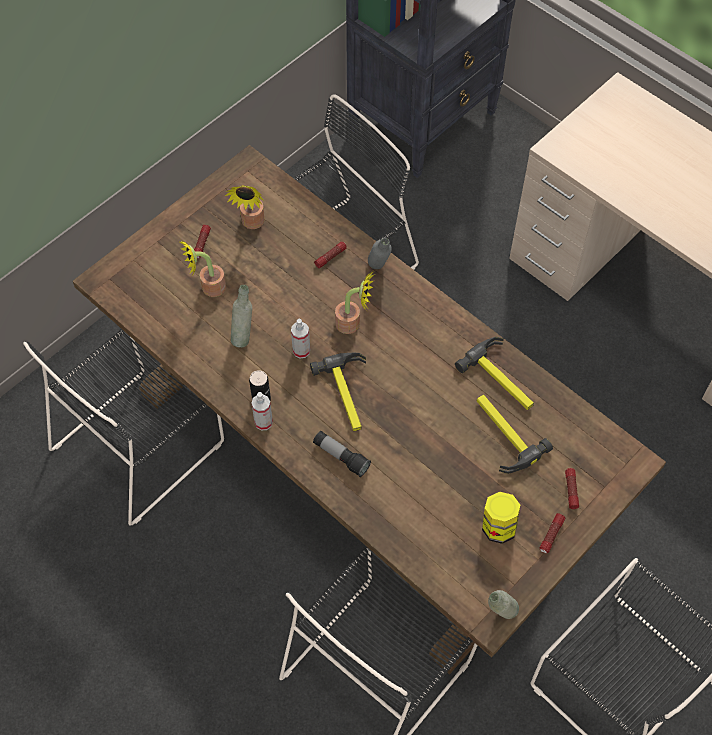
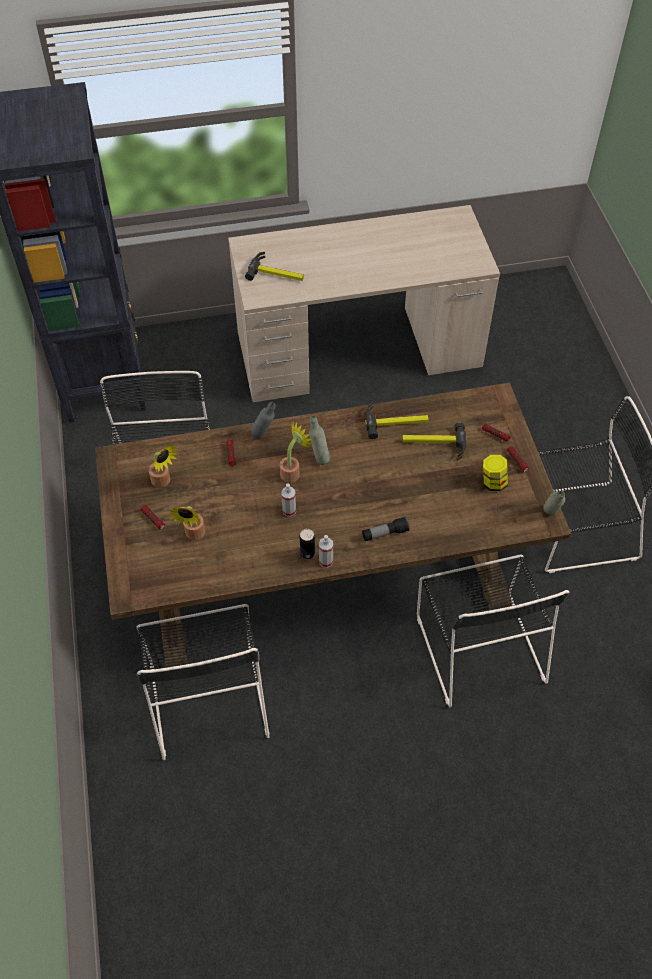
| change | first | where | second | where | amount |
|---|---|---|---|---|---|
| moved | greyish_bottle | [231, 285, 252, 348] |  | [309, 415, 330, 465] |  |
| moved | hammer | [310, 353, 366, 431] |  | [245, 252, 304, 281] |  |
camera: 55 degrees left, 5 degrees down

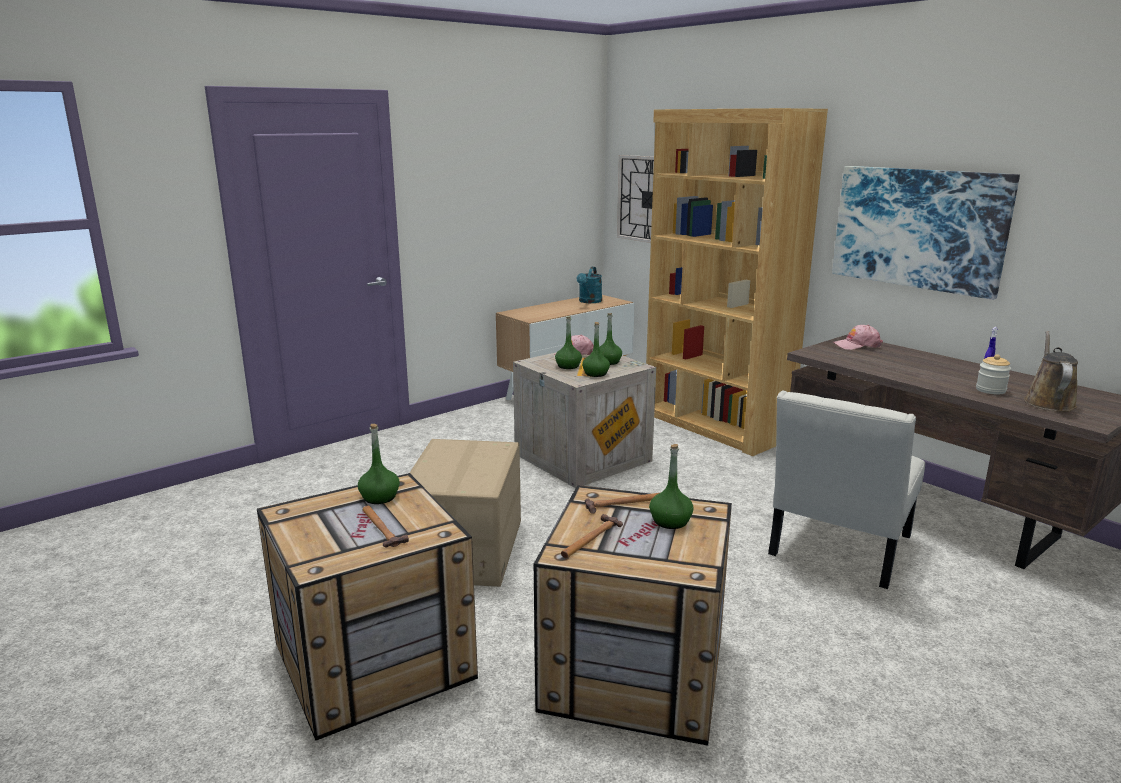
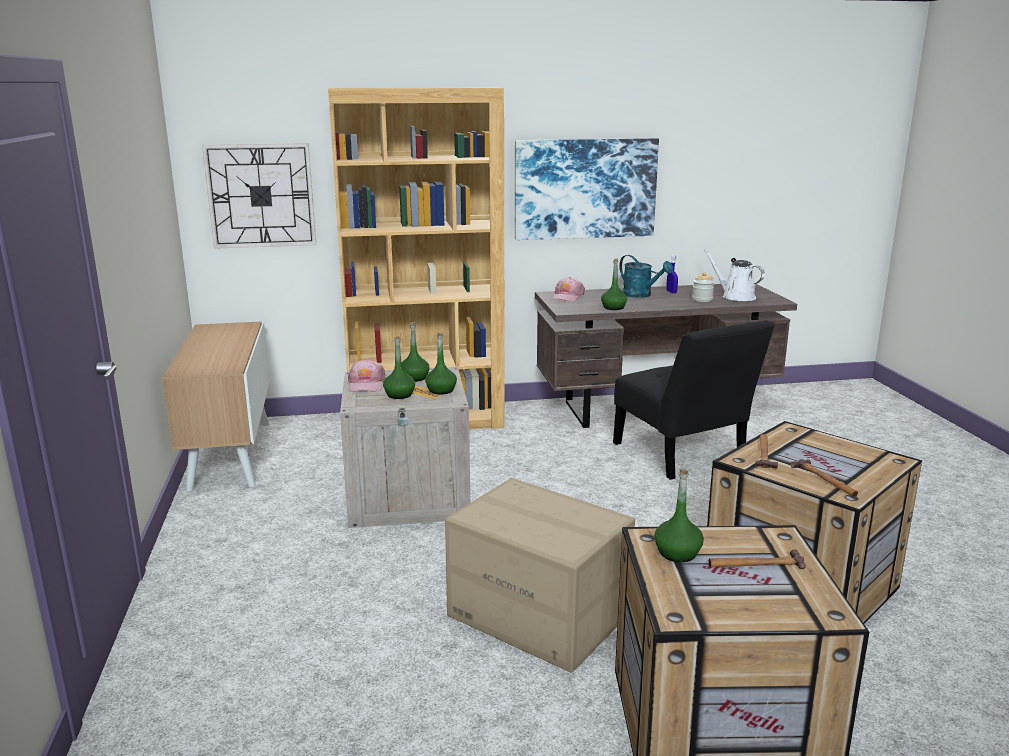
| change | first | where | second | where | amount |
|---|---|---|---|---|---|
| moved | blue-green_watering_can | [577, 267, 602, 303] |  | [619, 255, 673, 298] |  |
| moved | greenish_bottle | [649, 444, 694, 529] |  | [601, 259, 627, 310] |  |
| recoloured | white_chair | [768, 390, 925, 589] | black_chair | [613, 320, 774, 480] |  |
| recoloured | brown_watering_can | [1024, 331, 1078, 412] | white_watering_can | [704, 250, 765, 301] |  |
camera: 60 degrees left, 0 degrees up

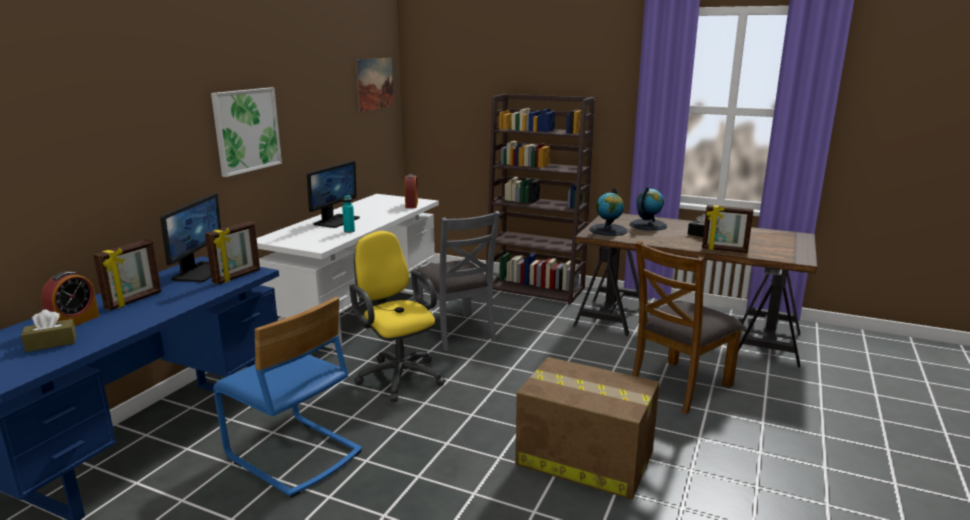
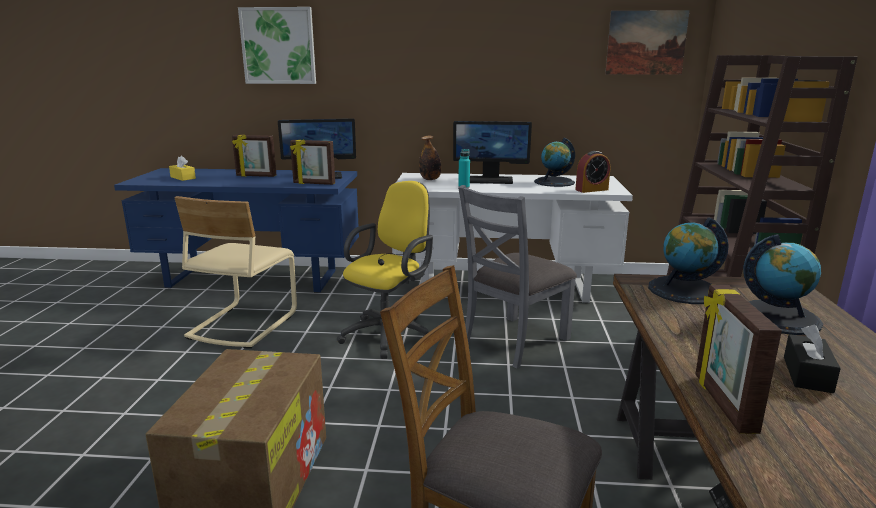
| change | first | where | second | where | amount |
|---|---|---|---|---|---|
| recoloured | brown_box_of_tissues | [21, 310, 76, 352] | yellow_box_of_tissues | [169, 156, 196, 181] |  |
| removed | table_clock | [41, 271, 99, 326] |  |  |  |
| moved | wall_picture | [211, 87, 282, 177] |  | [238, 7, 316, 84] |  |
| recoloured | blue_chair | [213, 297, 362, 497] | sand-coloured_chair | [174, 196, 297, 349] |  |
| added |  |  | bottle | [419, 136, 441, 180] |  |
| added |  |  | desk_globe | [534, 138, 575, 187] |  |
camera: 70 degrees right, 0 degrees up

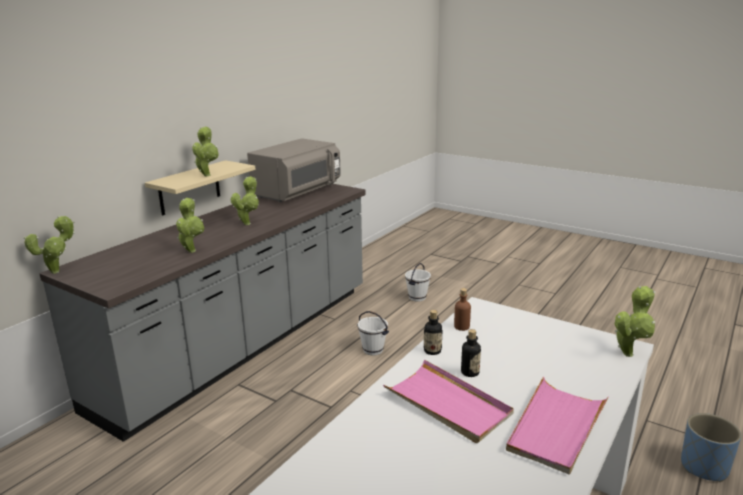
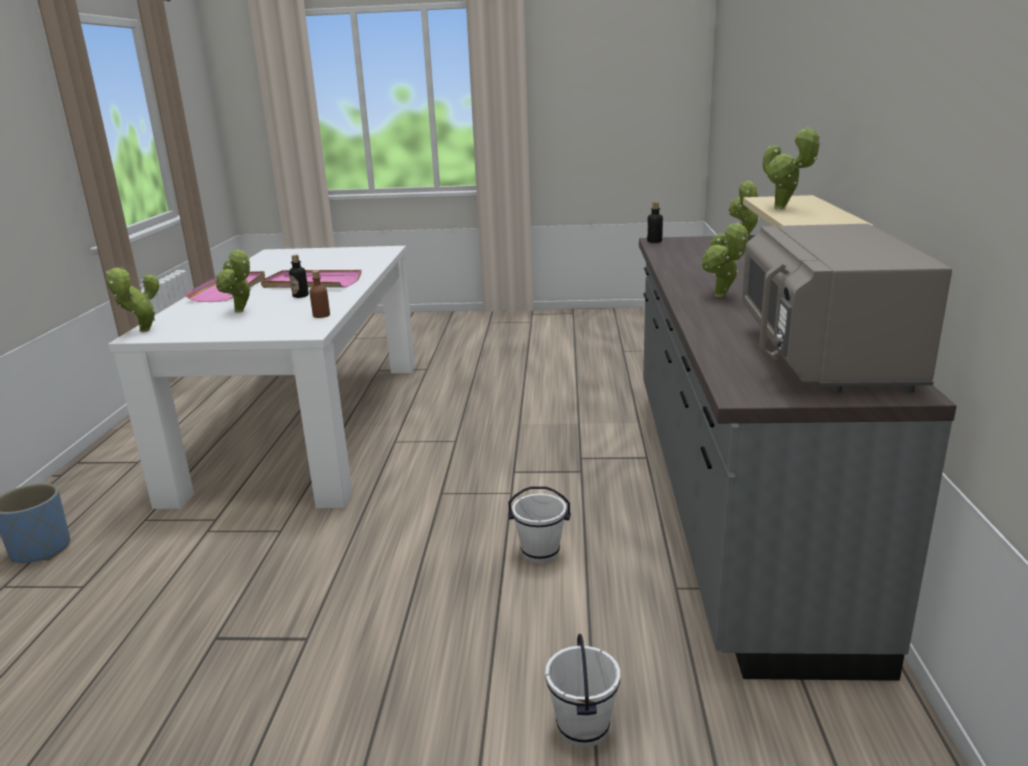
| change | first | where | second | where | amount |
|---|---|---|---|---|---|
| moved | plant_in_a_pot | [176, 198, 204, 253] |  | [216, 248, 252, 313] |  |
| moved | bottle | [424, 310, 443, 355] |  | [647, 202, 663, 243] |  |
camera: 150 degrees right, 0 degrees up

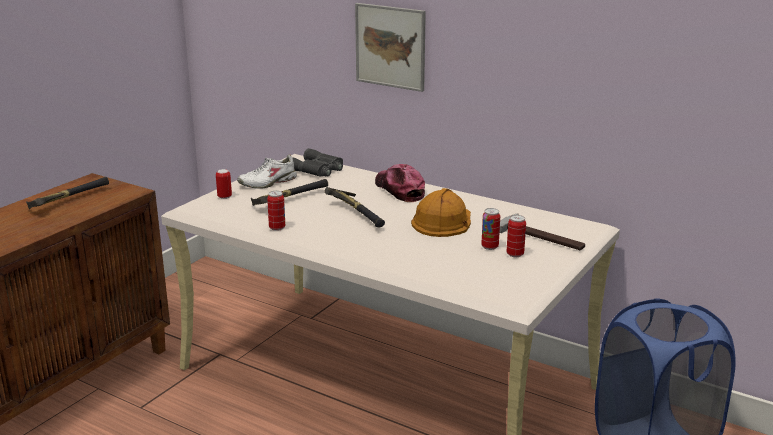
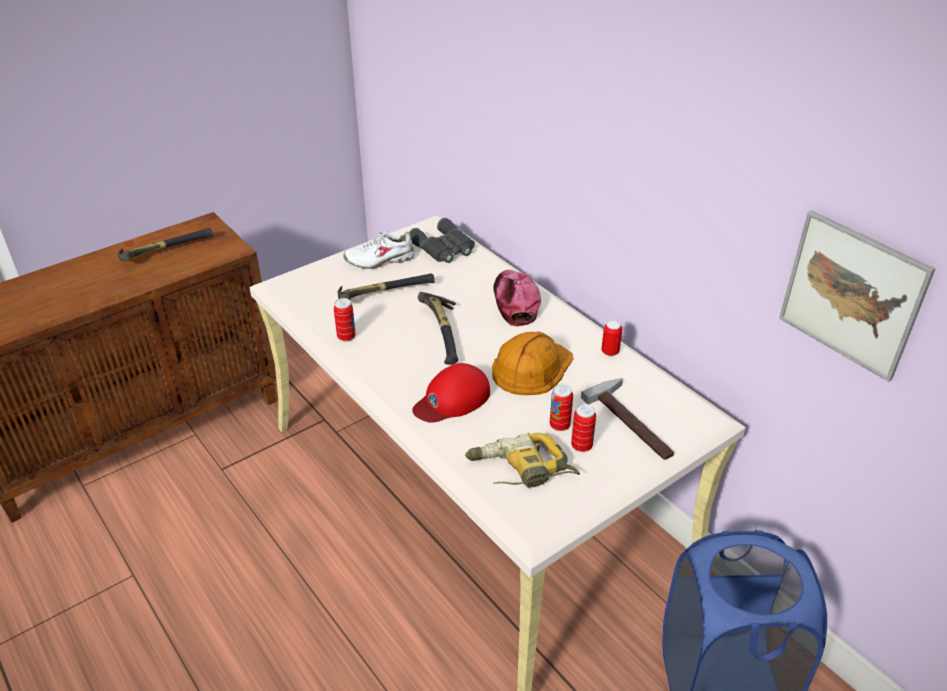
| change | first | where | second | where | amount |
|---|---|---|---|---|---|
| moved | sealed_can | [216, 169, 232, 199] |  | [601, 321, 622, 356] |  |
| moved | wall_picture | [355, 3, 426, 92] |  | [779, 210, 935, 382] |  |
| added |  |  | red-coloured_peaked_cap | [412, 363, 490, 423] |  |
| added |  |  | drill | [465, 433, 580, 488] |  |
camera: 20 degrees right, 15 degrees up

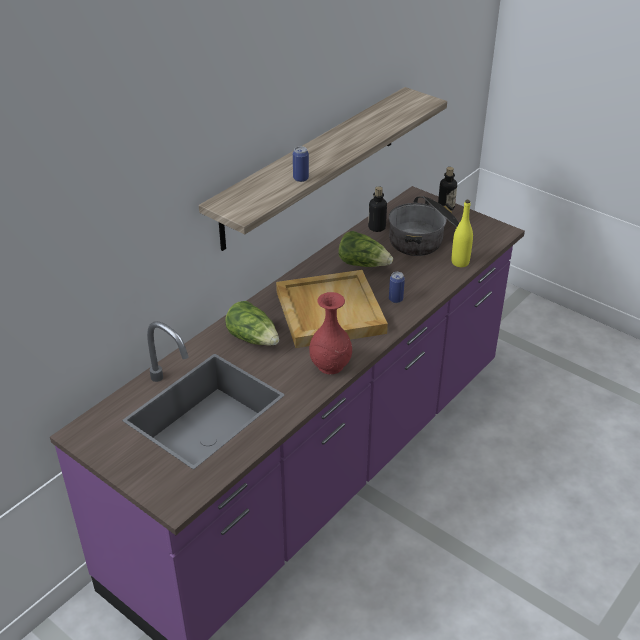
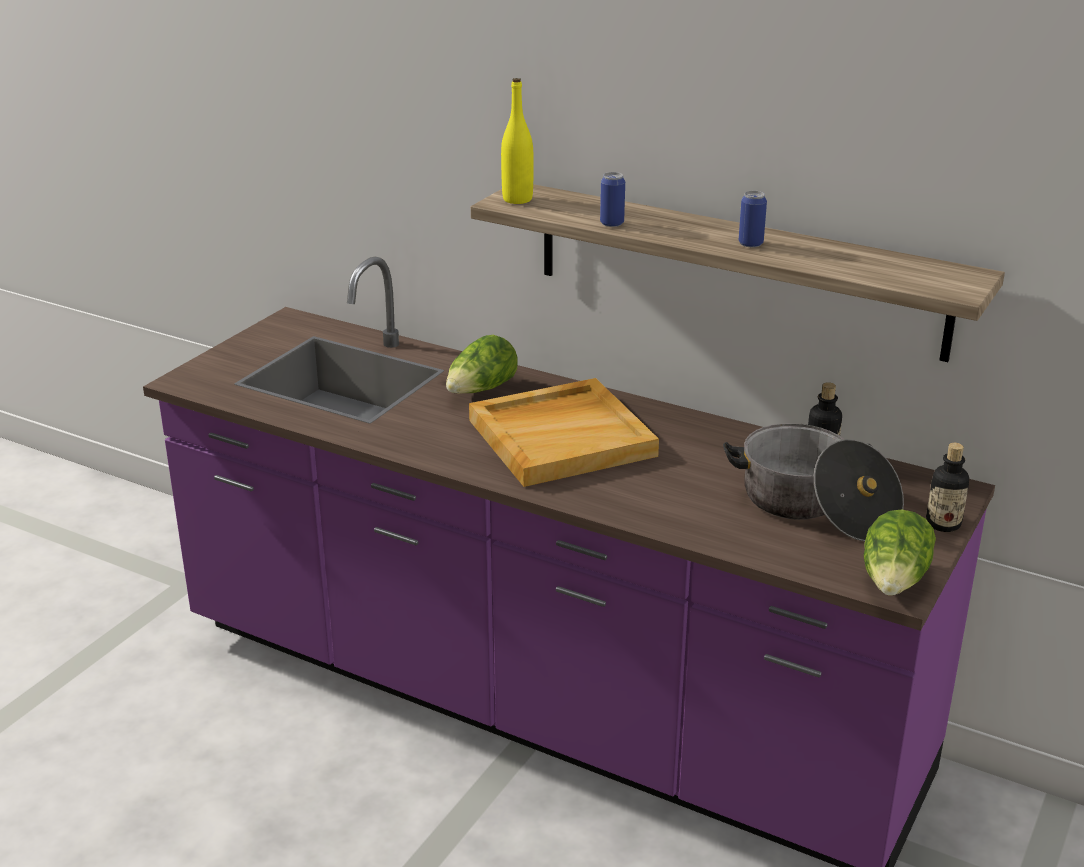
| change | first | where | second | where | amount |
|---|---|---|---|---|---|
| removed | red-coloured_vase | [309, 292, 352, 374] |  |  |  |
| moved | head_of_lettuce | [339, 231, 393, 267] |  | [864, 509, 936, 596] |  |
| moved | sealed_can | [389, 272, 405, 303] |  | [739, 191, 767, 247] |  |
| moved | yellow_bottle | [452, 200, 473, 267] |  | [501, 78, 533, 204] |  |
camera: 80 degrees right, 10 degrees down

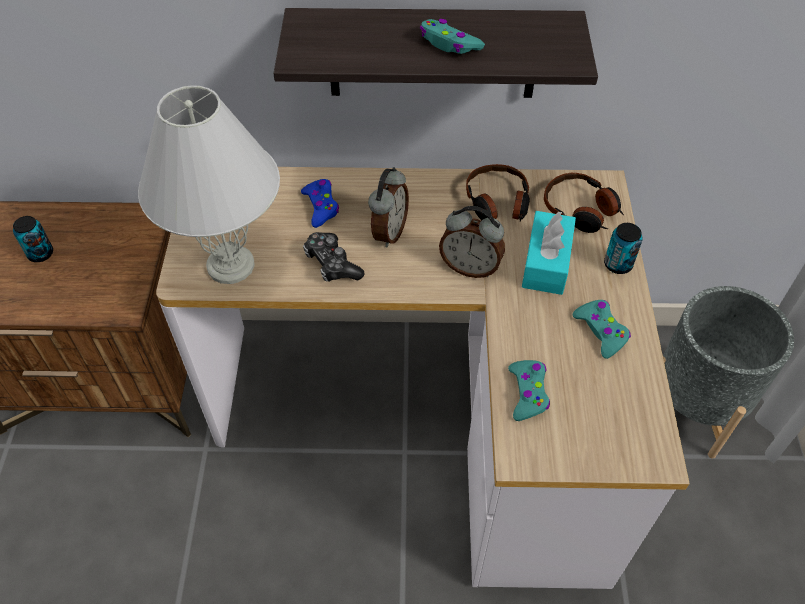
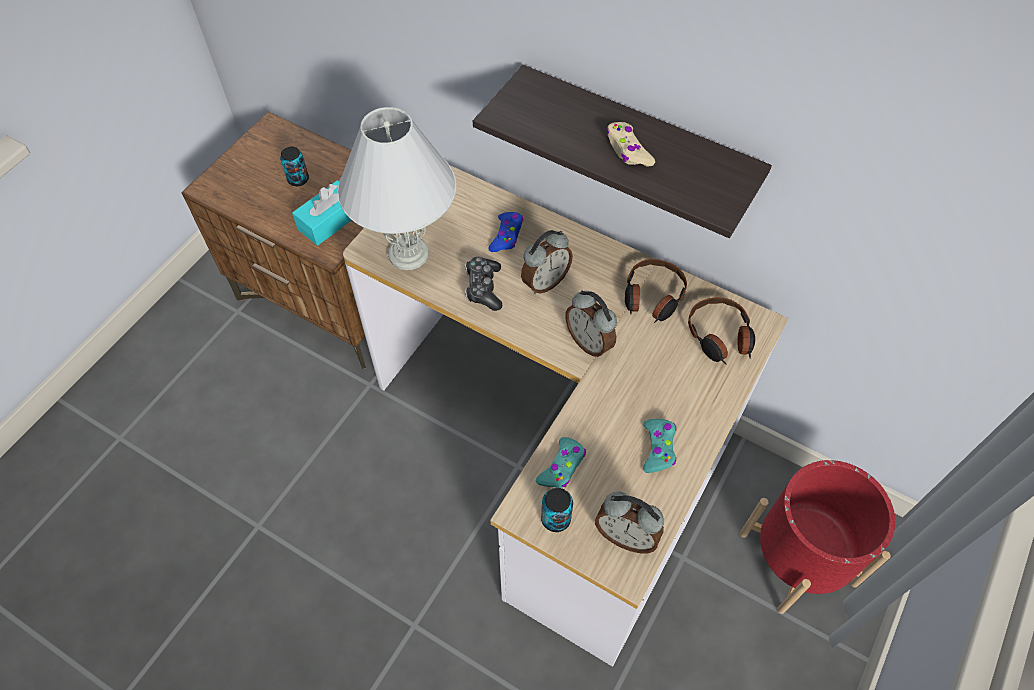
| change | first | where | second | where | amount |
|---|---|---|---|---|---|
| recoloured | blue-green_gamepad | [420, 19, 485, 54] | sand-coloured_gamepad | [606, 122, 655, 166] |  |
| moved | blue-green_box_of_tissues | [522, 211, 576, 295] |  | [292, 180, 351, 246] |  |
| moved | sealed_can | [604, 223, 643, 274] |  | [541, 488, 573, 532] |  |
| recoloured | greyish_planter | [663, 286, 794, 459] | red-coloured_planter | [740, 460, 895, 614] |  |
| added |  |  | table_clock | [595, 492, 664, 553] |  |
camera: 30 degrees right, 5 degrees up

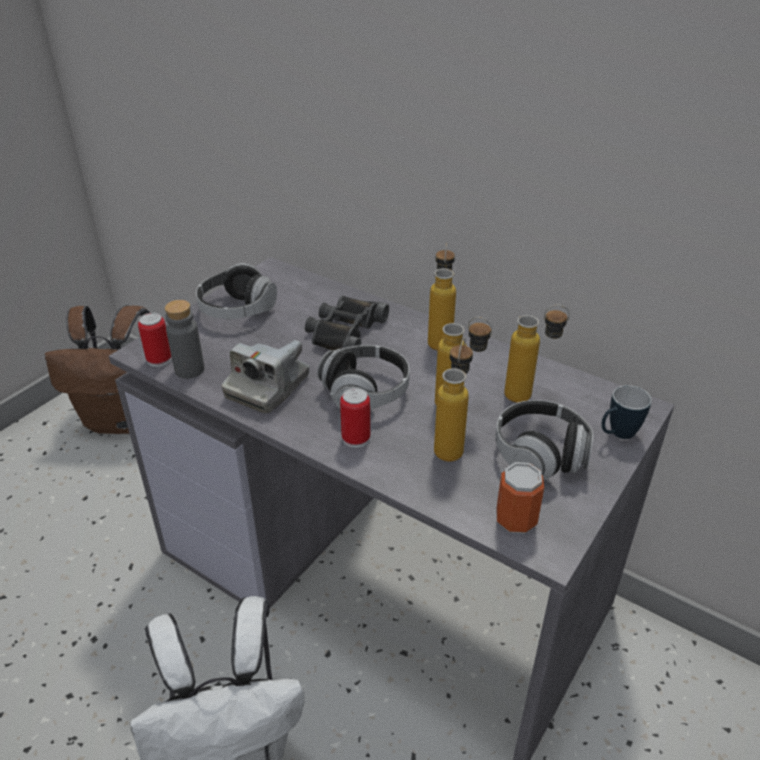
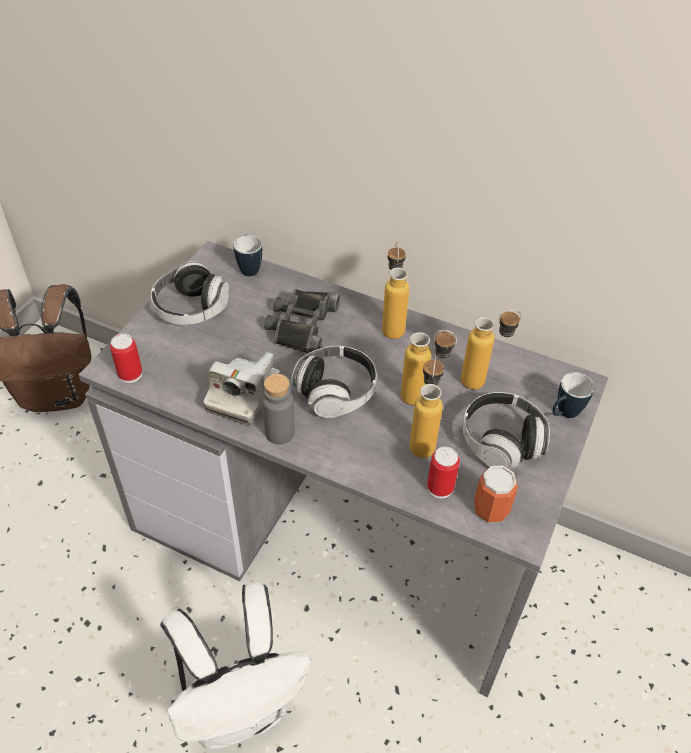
| change | first | where | second | where | amount |
|---|---|---|---|---|---|
| moved | greyish_bottle | [165, 300, 204, 379] |  | [262, 374, 295, 444] |  |
| moved | sealed_can | [340, 387, 370, 448] |  | [427, 447, 460, 498] |  |
| added |  |  | coffee_mug | [234, 234, 262, 276] |  |
camera: 10 degrees left, 10 degrees up

